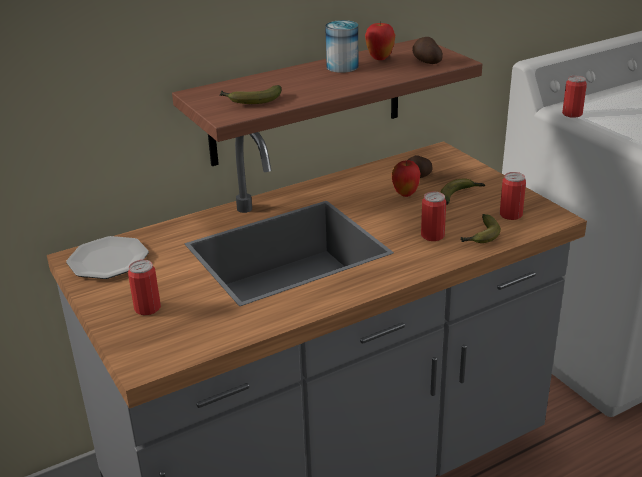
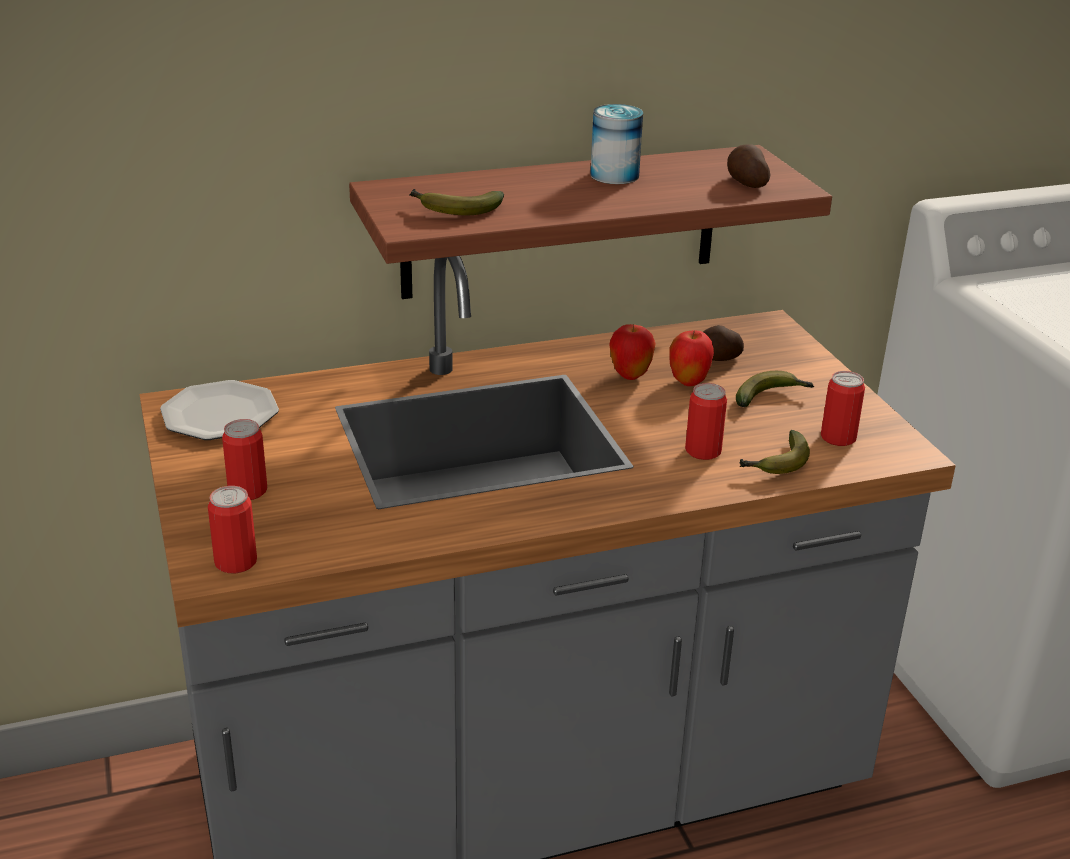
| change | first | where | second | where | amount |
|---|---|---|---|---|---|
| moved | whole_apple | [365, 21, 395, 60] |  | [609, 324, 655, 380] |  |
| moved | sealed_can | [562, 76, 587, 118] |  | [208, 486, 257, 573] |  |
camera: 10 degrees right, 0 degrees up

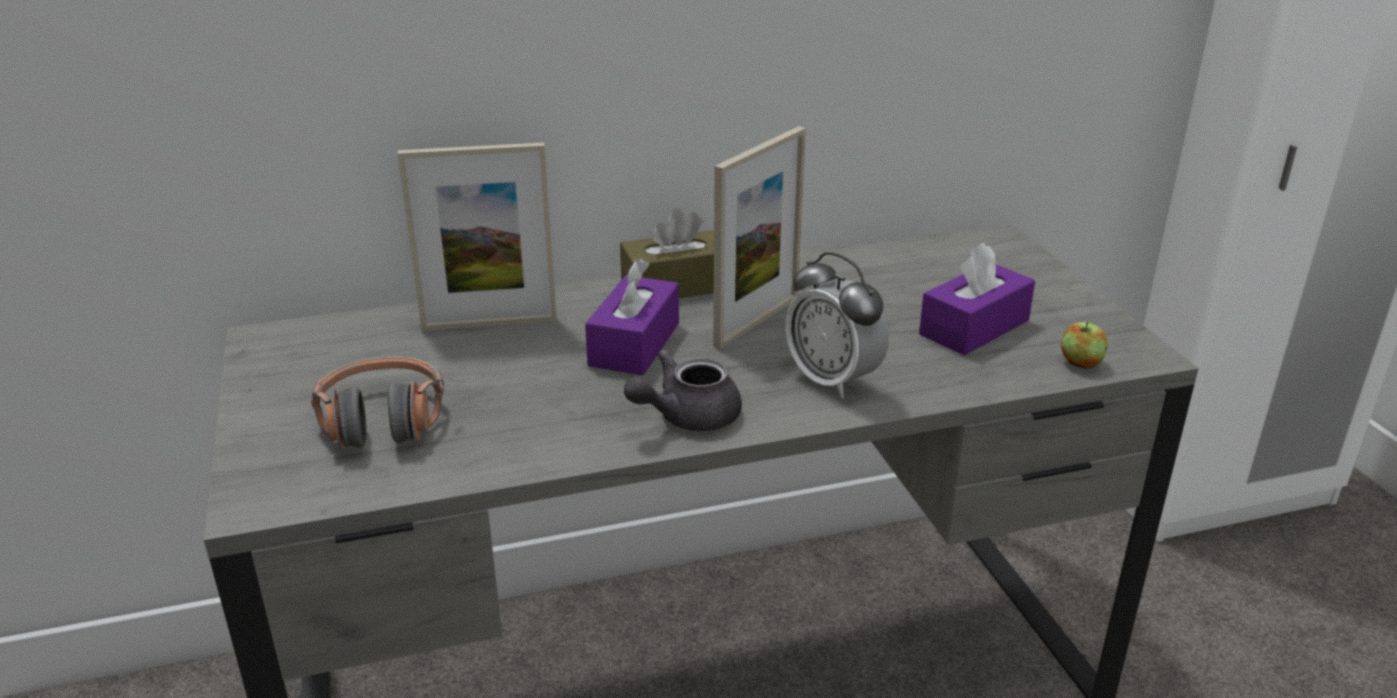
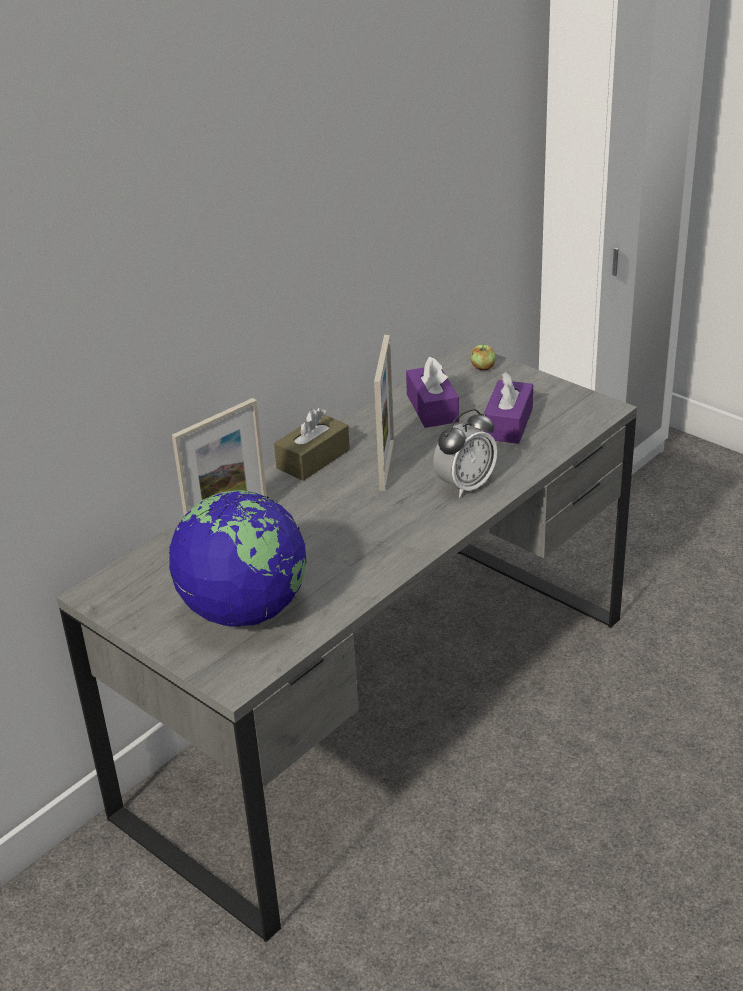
| change | first | where | second | where | amount |
|---|---|---|---|---|---|
| replaced | pair_of_headphones | [311, 357, 444, 451] | desk_globe | [169, 490, 306, 626] |  |
| moved | purple_box_of_tissues | [585, 259, 679, 375] |  | [406, 357, 459, 428] |  |
| removed | greyish_tea_pot | [624, 350, 742, 431] |  |  |  |
| turned | table_clock | [786, 252, 889, 398] |  | [433, 409, 497, 497] | 60 degrees counterclockwise |
| moved | whole_apple | [1061, 322, 1108, 369] |  | [470, 344, 496, 370] |  |
camera: 30 degrees left, 5 degrees up

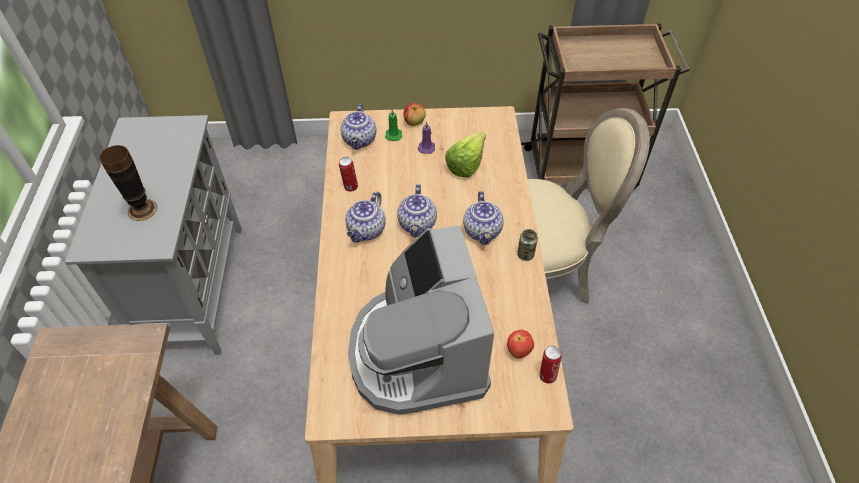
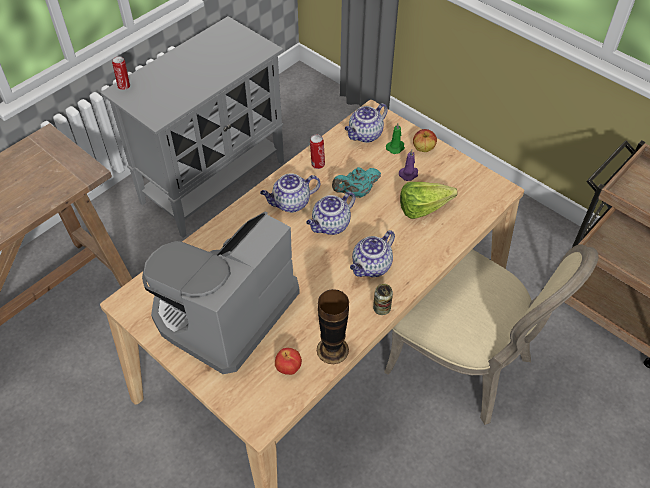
| change | first | where | second | where | amount |
|---|---|---|---|---|---|
| moved | vase | [99, 145, 158, 221] |  | [317, 289, 349, 364] |  |
| moved | sealed_can | [539, 346, 562, 384] |  | [112, 56, 130, 90] |  |
| added |  |  | blue-green_tea_pot | [332, 167, 381, 198] |  |
camera: 45 degrees right, 0 degrees up

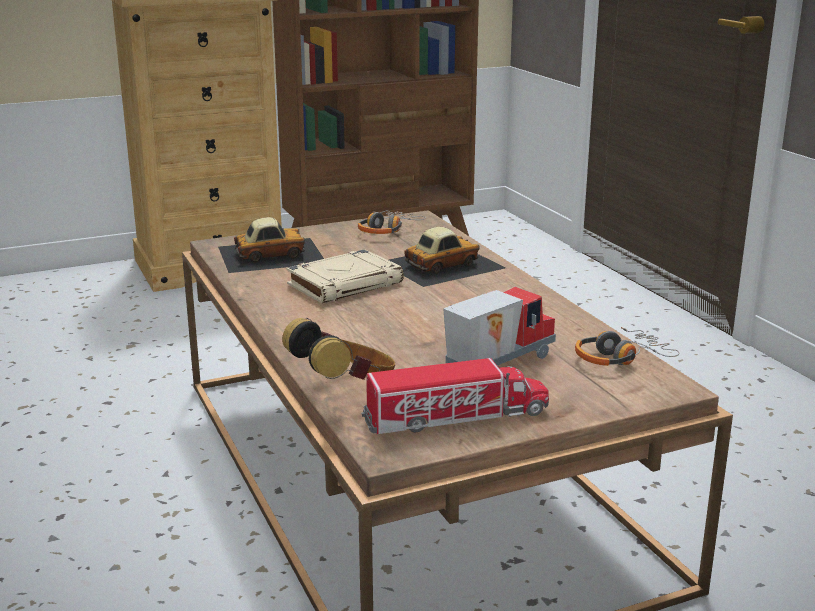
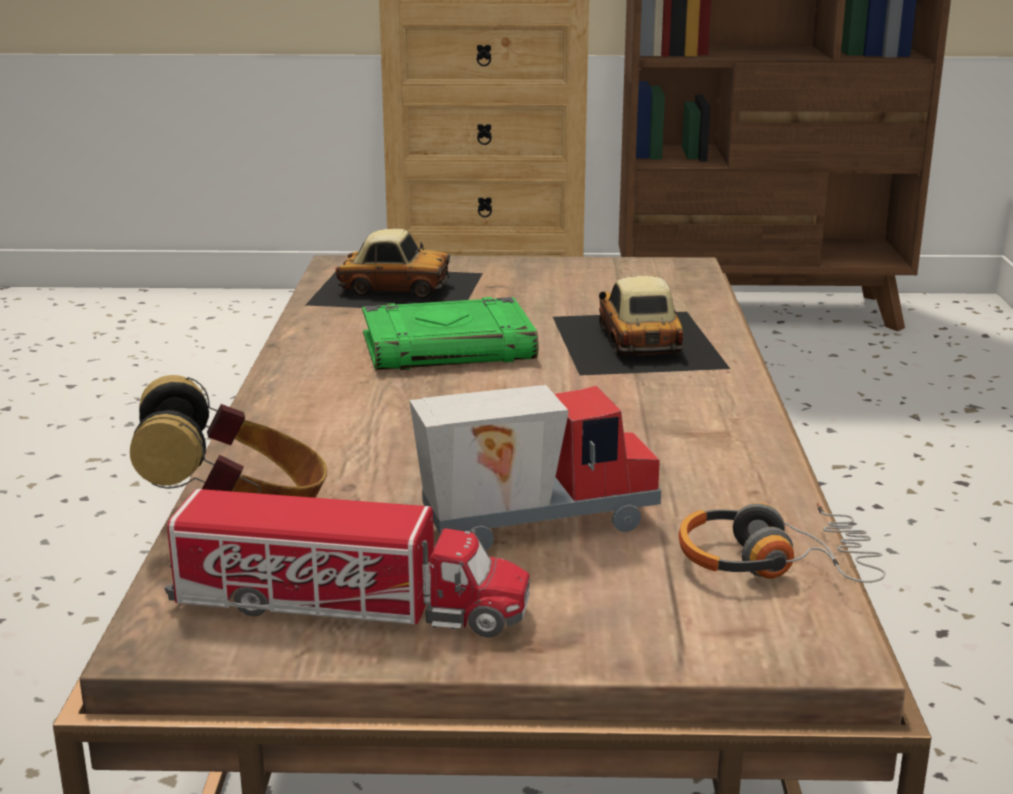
| change | first | where | second | where | amount |
|---|---|---|---|---|---|
| recoloured | sand-coloured_volume | [286, 249, 404, 303] | greenish_volume | [362, 297, 539, 370] |  |
| removed | pair_of_headphones | [358, 211, 426, 234] |  |  |  |
| turned | model_car | [389, 227, 506, 287] |  | [553, 276, 730, 376] | 90 degrees counterclockwise |
camera: 25 degrees right, 0 degrees up

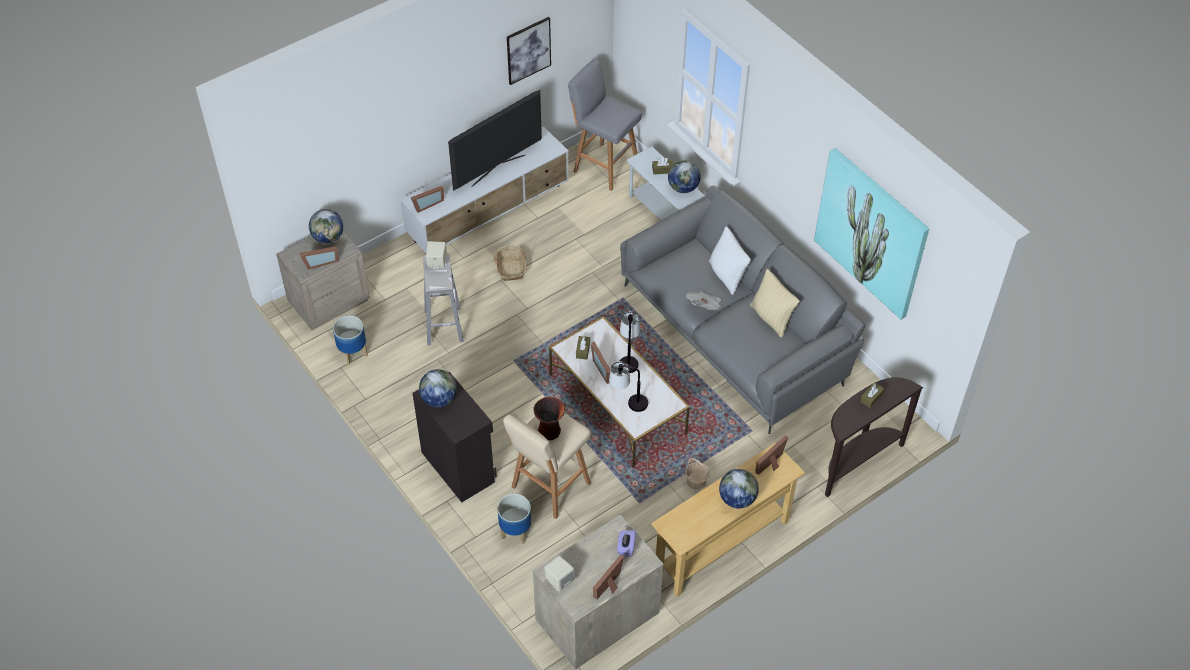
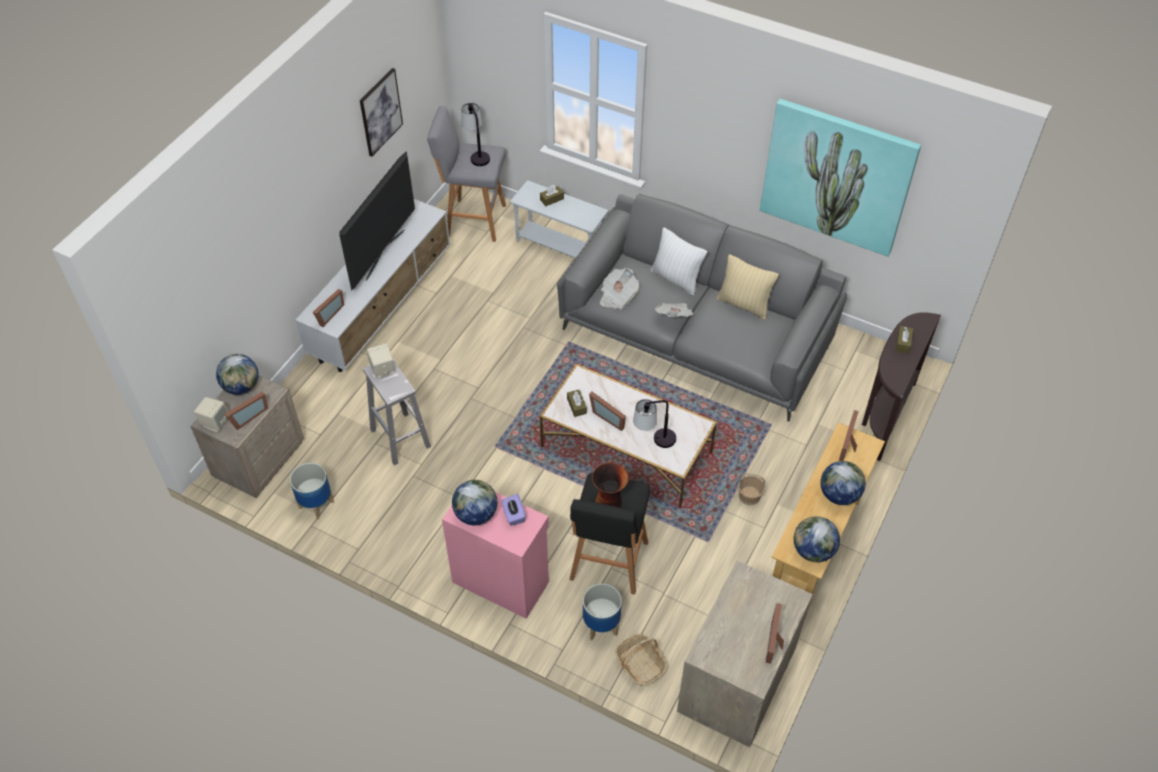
| change | first | where | second | where | amount |
|---|---|---|---|---|---|
| recoloured | black_cabinet | [413, 372, 497, 502] | pinkish_cabinet | [442, 492, 549, 619] |  |
| moved | basket | [493, 246, 527, 281] |  | [615, 634, 667, 686] |  |
| recoloured | sand-coloured_stool | [503, 413, 591, 519] | black_stool | [569, 473, 650, 595] |  |
| moved | sand-coloured_loudspeaker | [544, 556, 575, 591] |  | [194, 397, 228, 432] |  |
| moved | purple_box_of_tissues | [617, 531, 636, 557] |  | [502, 494, 526, 526] |  |
| moved | tabletop_lamp | [620, 311, 640, 373] |  | [462, 103, 490, 166] |  |
| moved | desk_globe | [668, 160, 701, 193] |  | [794, 516, 840, 562] |  |
| added |  |  | printed_paper | [600, 268, 639, 310] |  |
camera: 25 degrees left, 0 degrees up

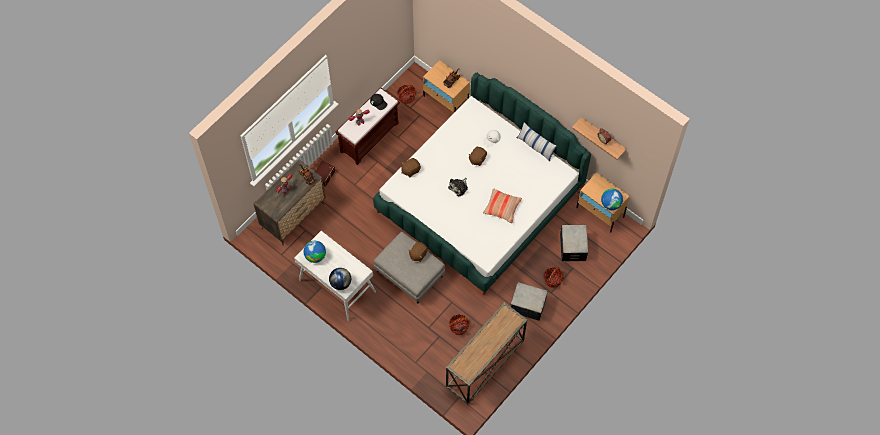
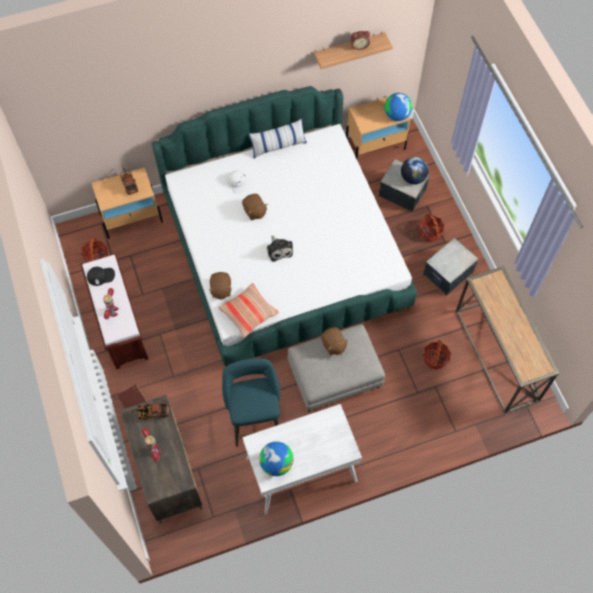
| change | first | where | second | where | amount |
|---|---|---|---|---|---|
| moved | desk_globe | [329, 268, 351, 290] |  | [401, 157, 429, 184] |  |
| moved | cushion | [483, 188, 522, 223] |  | [218, 283, 279, 338] |  |
| added |  |  | blue-green_stool | [222, 358, 280, 447] |  |
camera: 60 degrees left, 0 degrees up

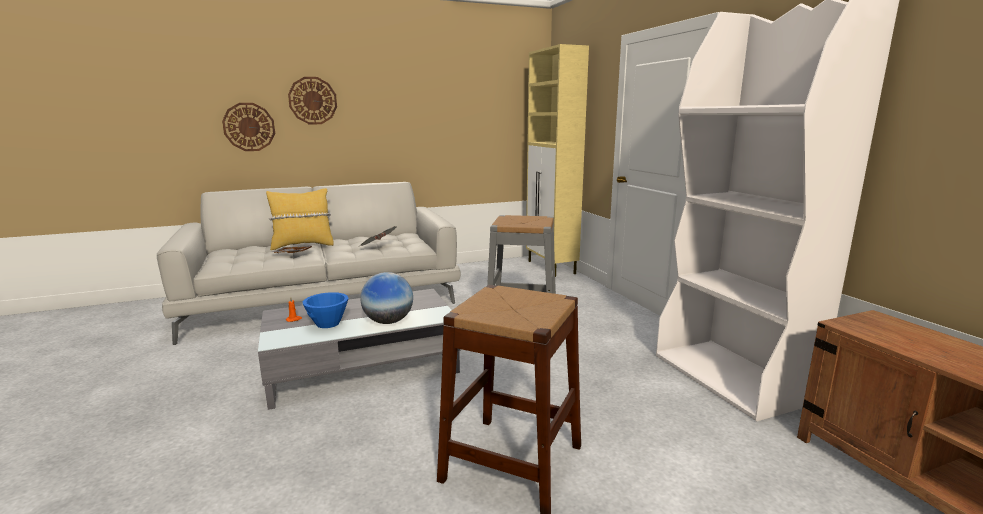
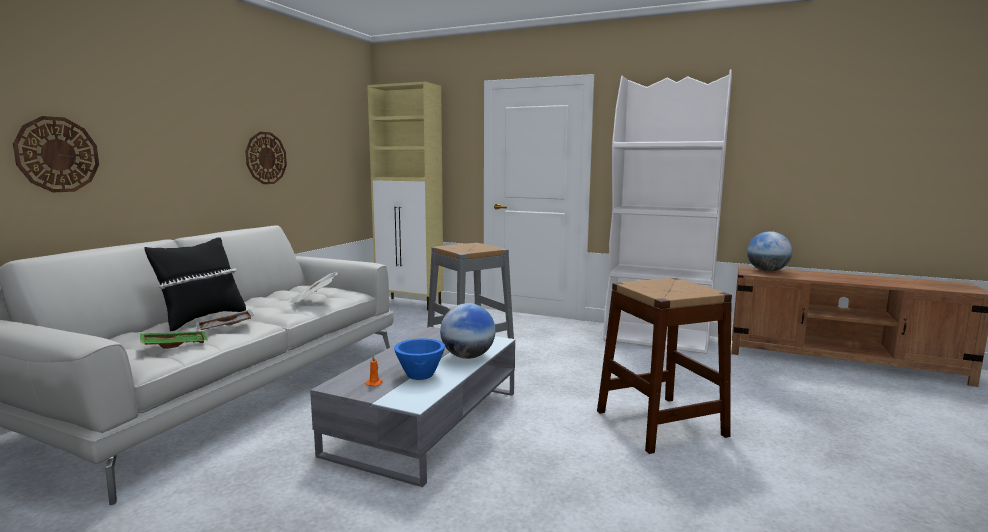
| change | first | where | second | where | amount |
|---|---|---|---|---|---|
| recoloured | yellow_cushion | [266, 188, 334, 250] | black_cushion | [144, 237, 246, 332] |  |
| moved | wall_clock | [288, 77, 337, 124] |  | [245, 132, 287, 184] |  |
| added |  |  | greenish_carrying_tray | [140, 331, 208, 349] |  |
| added |  |  | desk_globe | [747, 231, 792, 272] |  |
camera: 45 degrees left, 5 degrees down

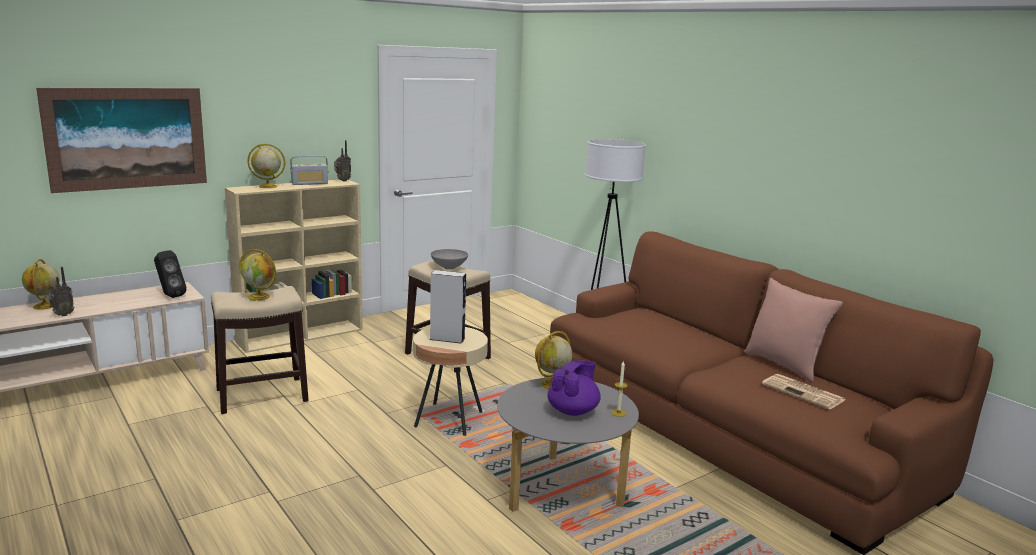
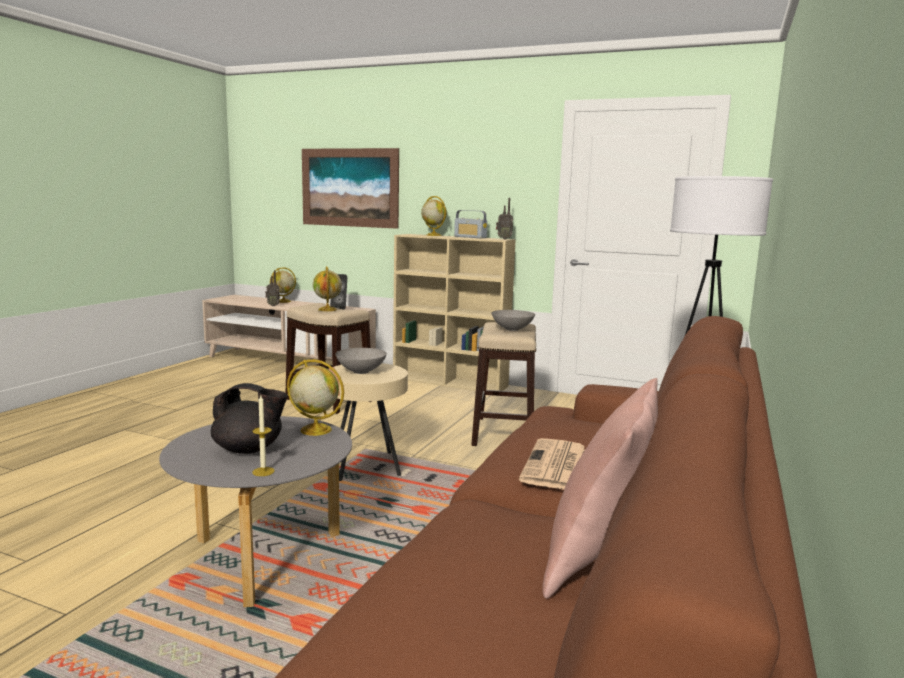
| change | first | where | second | where | amount |
|---|---|---|---|---|---|
| replaced | greyish_loudspeaker | [429, 270, 466, 344] | greyish_serving_bowl | [335, 348, 387, 374] |  |
| recoloured | purple_tea_pot | [547, 360, 601, 416] | black_tea_pot | [211, 383, 288, 454] |  |
| moved | printed_paper | [762, 374, 845, 409] |  | [519, 438, 585, 490] |  |
camera: 60 degrees right, 5 degrees down

